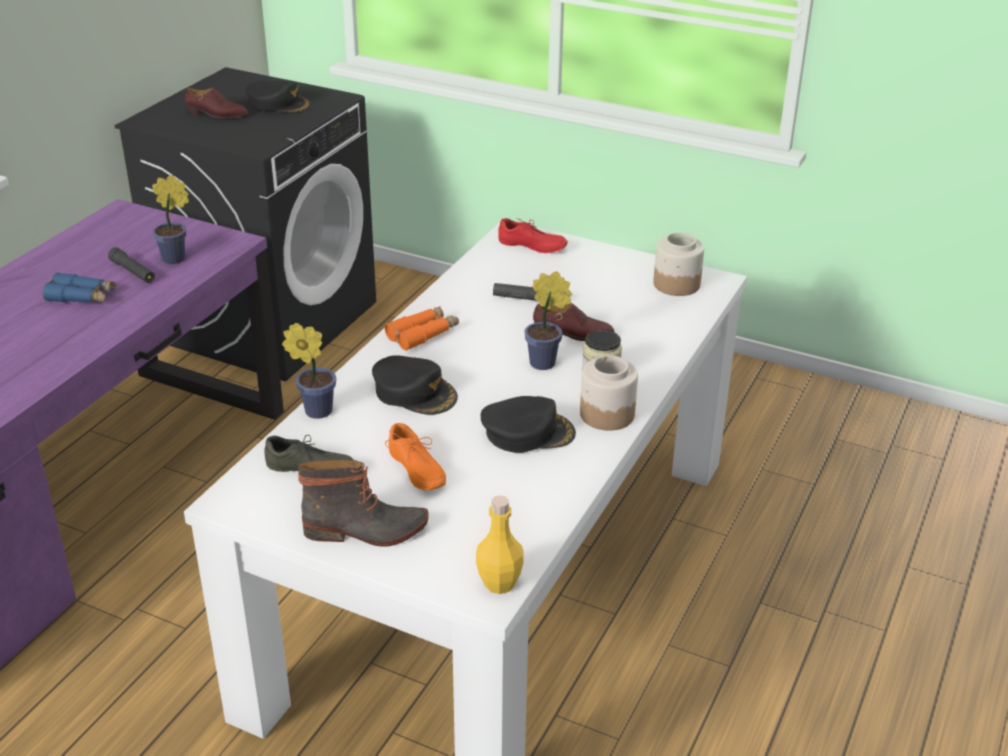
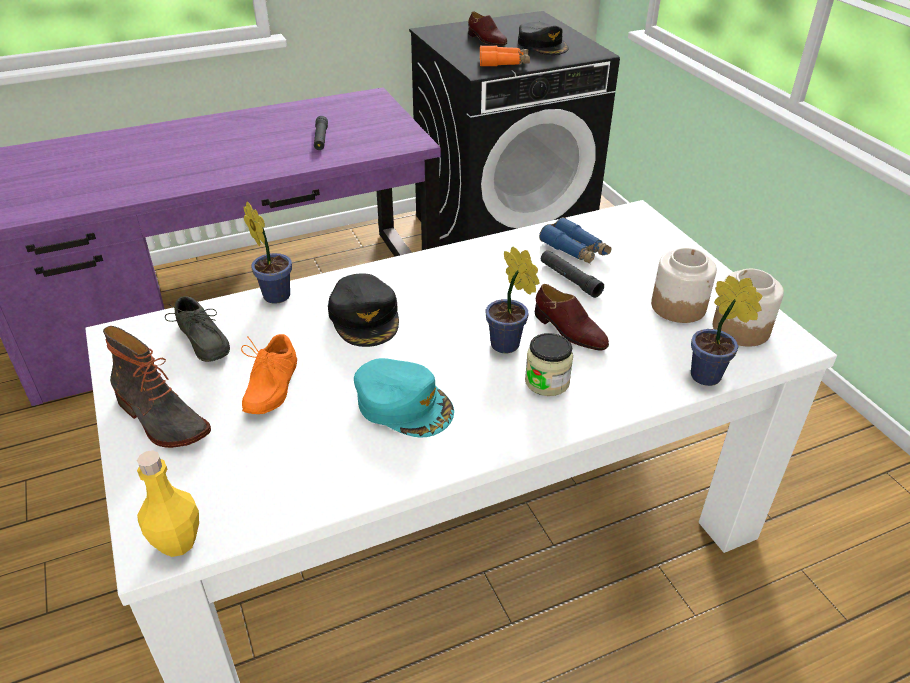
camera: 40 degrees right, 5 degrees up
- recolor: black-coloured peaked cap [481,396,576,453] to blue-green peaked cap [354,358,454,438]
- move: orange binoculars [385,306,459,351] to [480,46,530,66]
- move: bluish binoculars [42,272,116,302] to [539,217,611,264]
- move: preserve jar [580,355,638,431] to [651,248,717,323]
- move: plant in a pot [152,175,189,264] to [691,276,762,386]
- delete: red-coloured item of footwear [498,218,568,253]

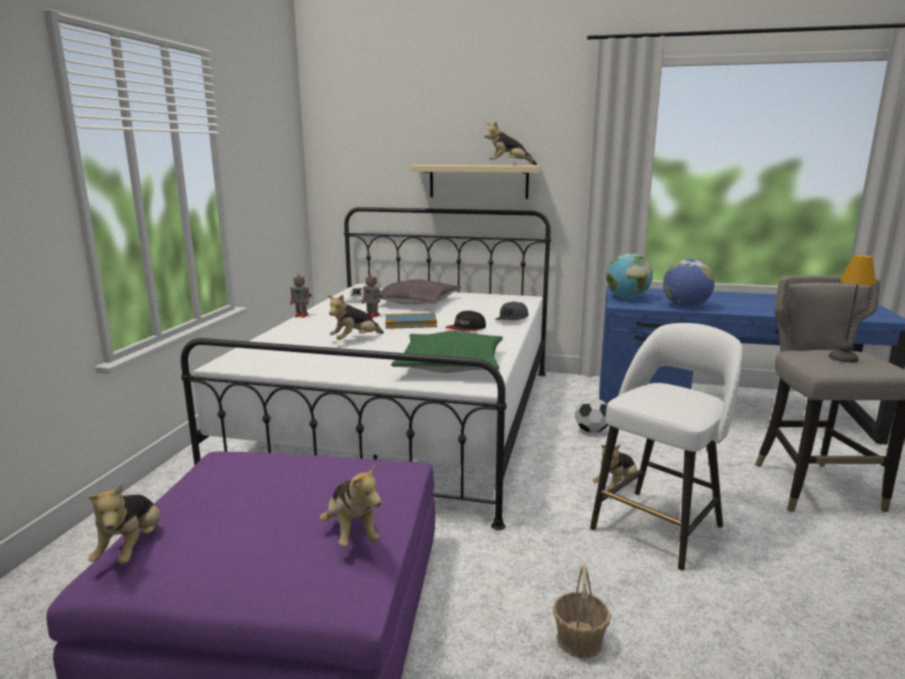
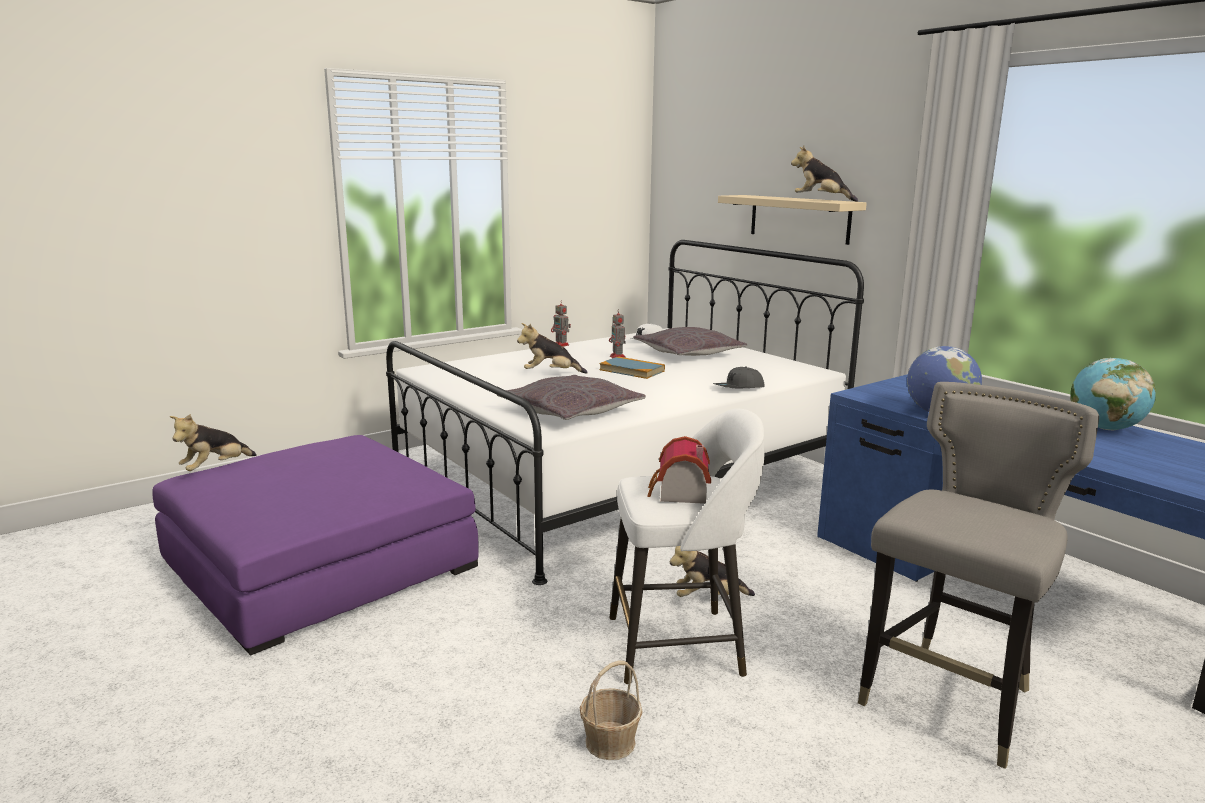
camera: 40 degrees right, 0 degrees up
- recolor: green-coloured pillow [391,331,503,373] to grey pillow [497,375,646,420]
- move: storage basket [553,565,611,658] to [580,661,642,760]
- insert: miniature house [647,436,711,504]
- move: desk globe [606,253,653,299] to [1070,358,1156,430]
- delete: soft toy [320,464,381,547]
- delete: peaked cap [446,311,486,332]
- delete: football [575,398,608,433]
- delete: table lamp [829,255,877,363]

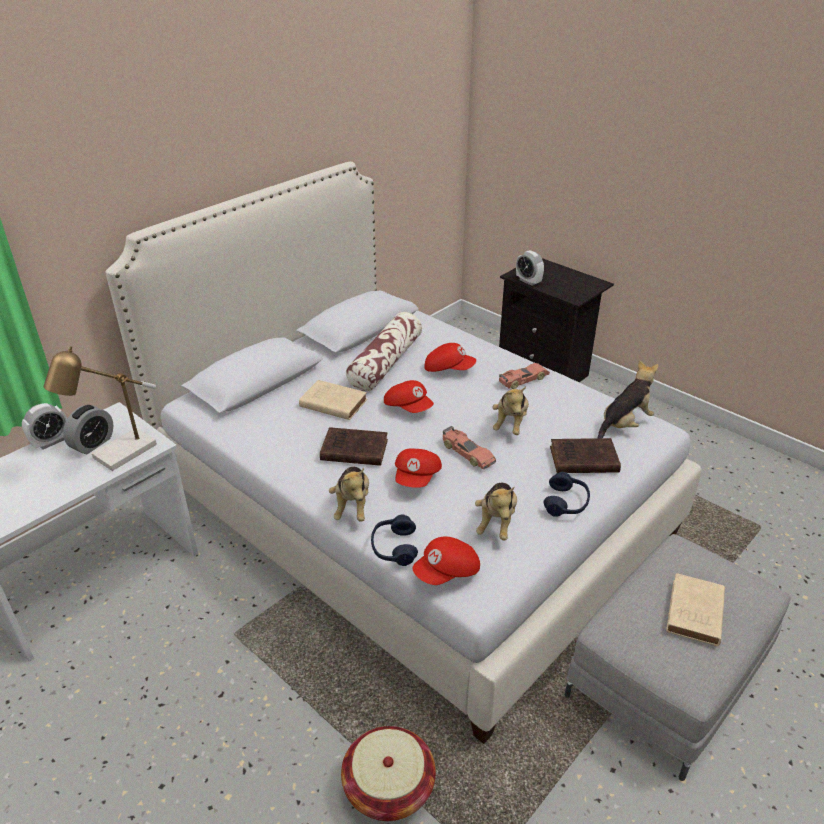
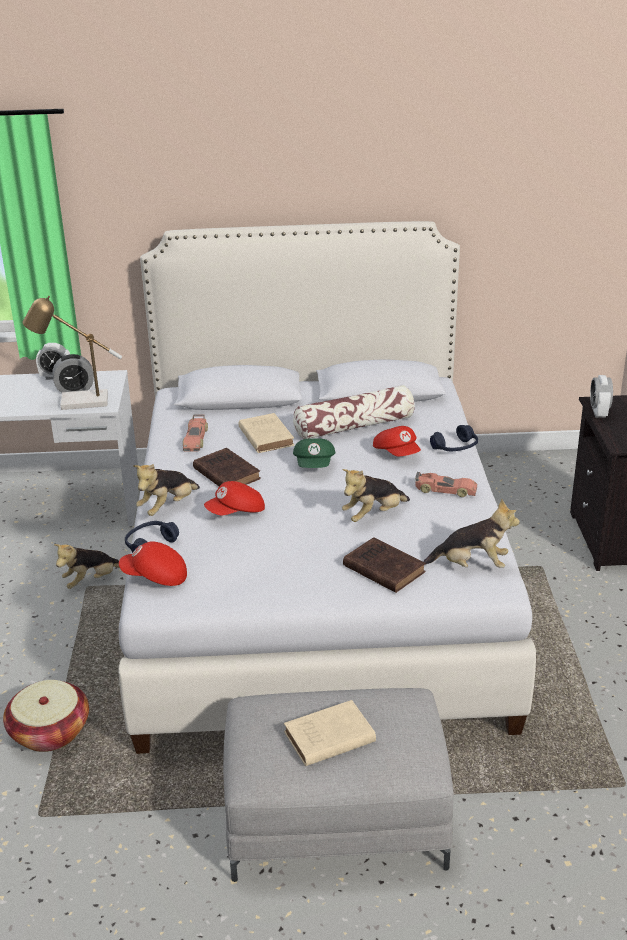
camera: 45 degrees right, 5 degrees down
- move: soft toy [475,483,517,540] to [54,544,120,589]
- move: miniature car [443,426,496,470] to [183,414,208,452]
- recolor: red-coloured peaked cap [384,380,434,413] to green-coloured peaked cap [293,438,335,468]
- move: bluish pair of headphones [544,472,590,517] to [430,425,478,451]

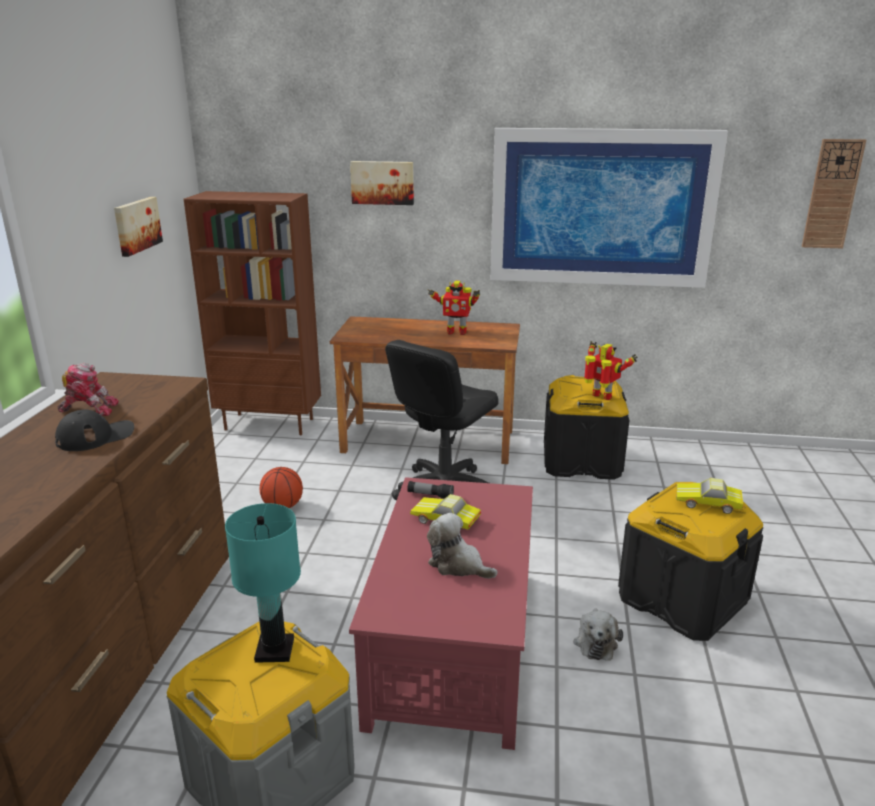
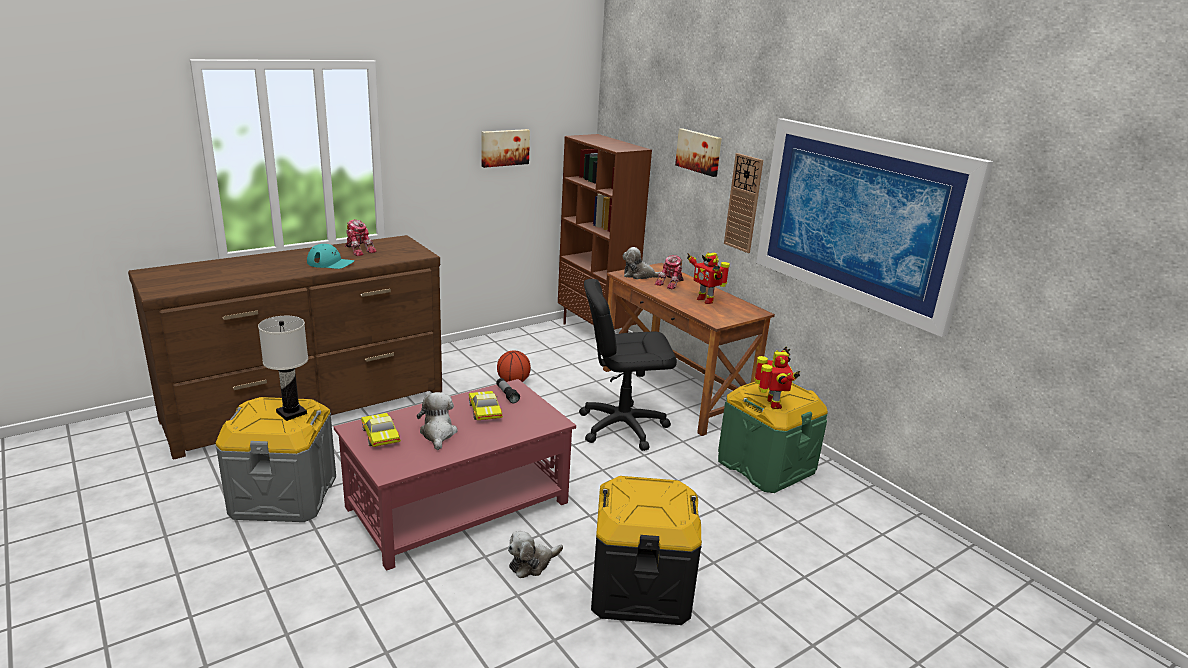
camera: 45 degrees right, 0 degrees up
- recolor: blue-green table lamp [225,503,301,663] to white-coloured table lamp [258,316,308,421]
- recolor: black-coloured peaked cap [55,409,134,451] to blue-green peaked cap [307,244,354,269]
- move: miniature car [676,478,743,514] to [361,413,401,447]
- insert: soft toy [623,247,660,279]
- insert: model robot [655,255,684,289]
- recolor: black-coloured storage box [544,375,629,480] to green-coloured storage box [718,382,828,493]
- move: wall clock [802,139,866,248] to [724,153,763,253]

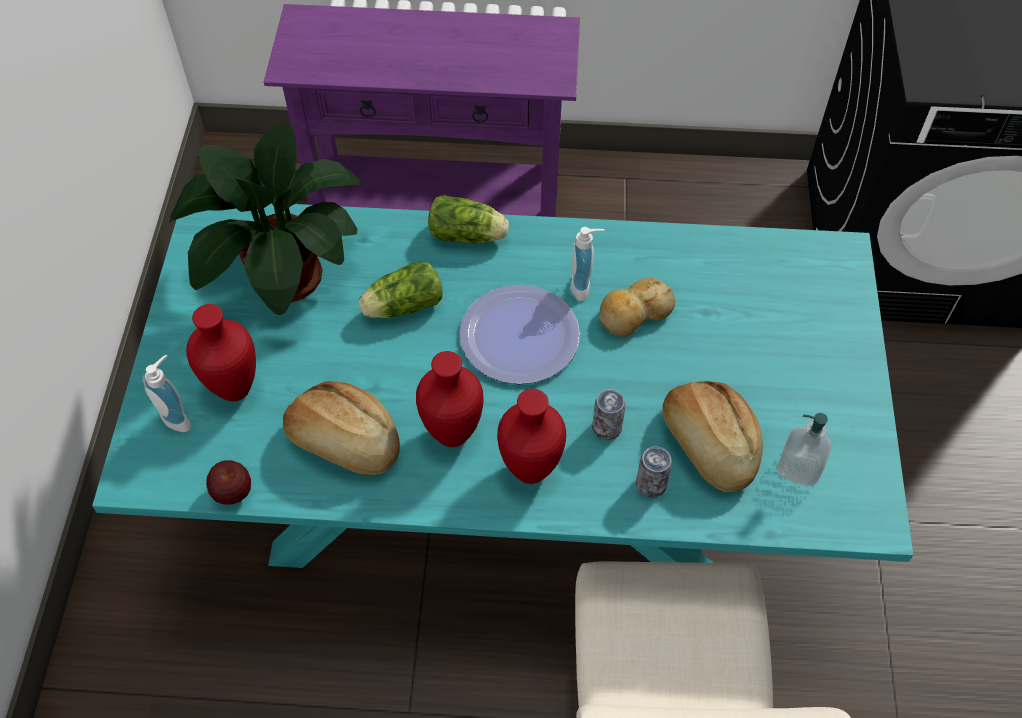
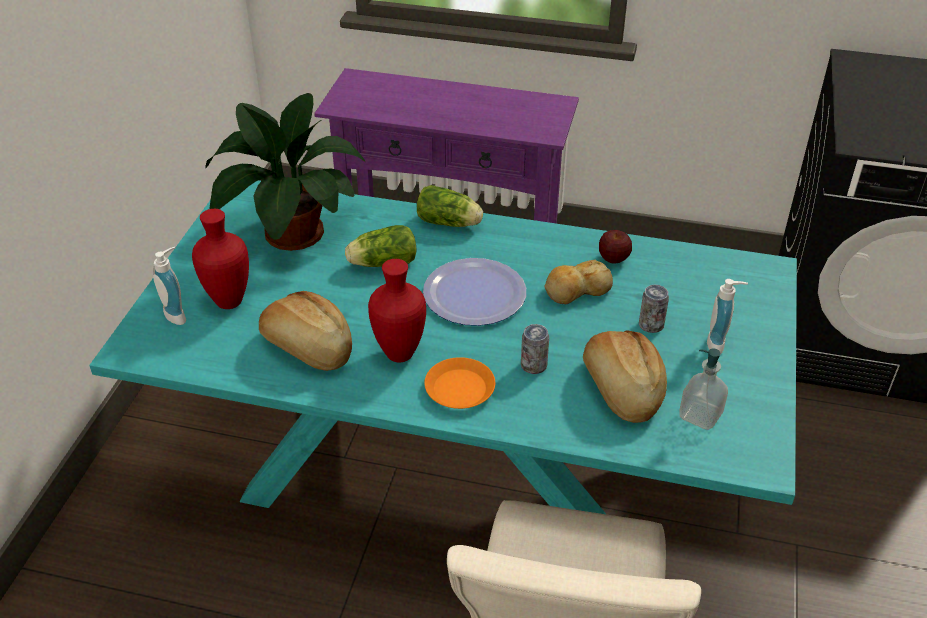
camera: 10 degrees right, 15 degrees down
- replace: red-coloured flower vase [497,389,566,484] to orange dinner plate [424,357,495,409]
- move: apple [206,460,251,505] to [599,230,632,264]
- move: can [636,447,672,498] to [639,285,669,333]
- move: soap bottle [571,227,605,301] to [707,279,748,354]

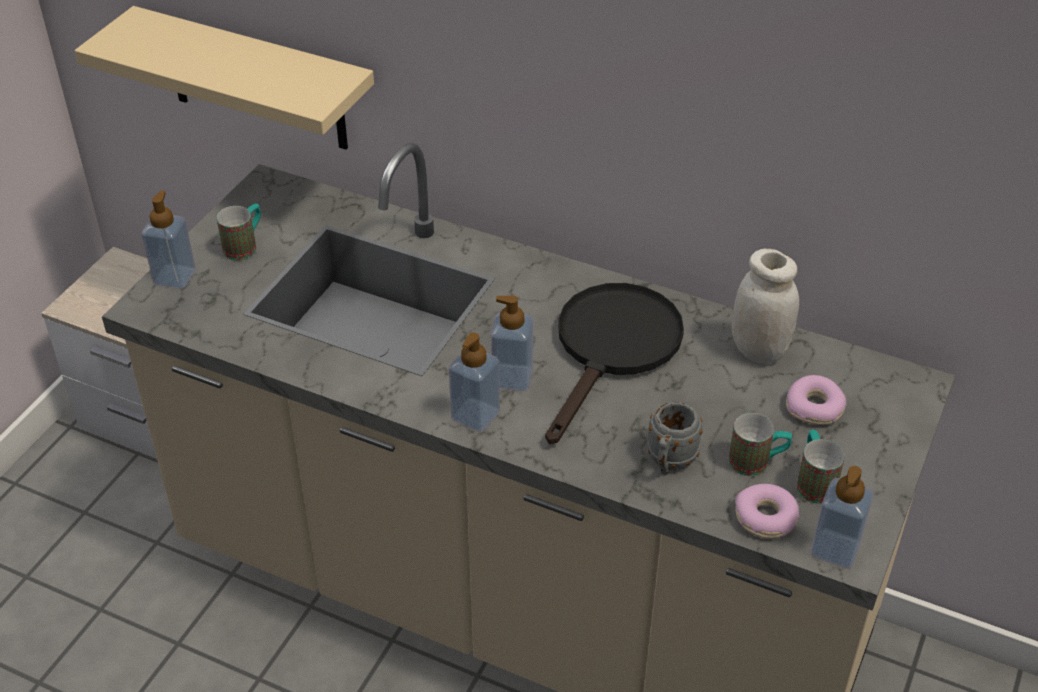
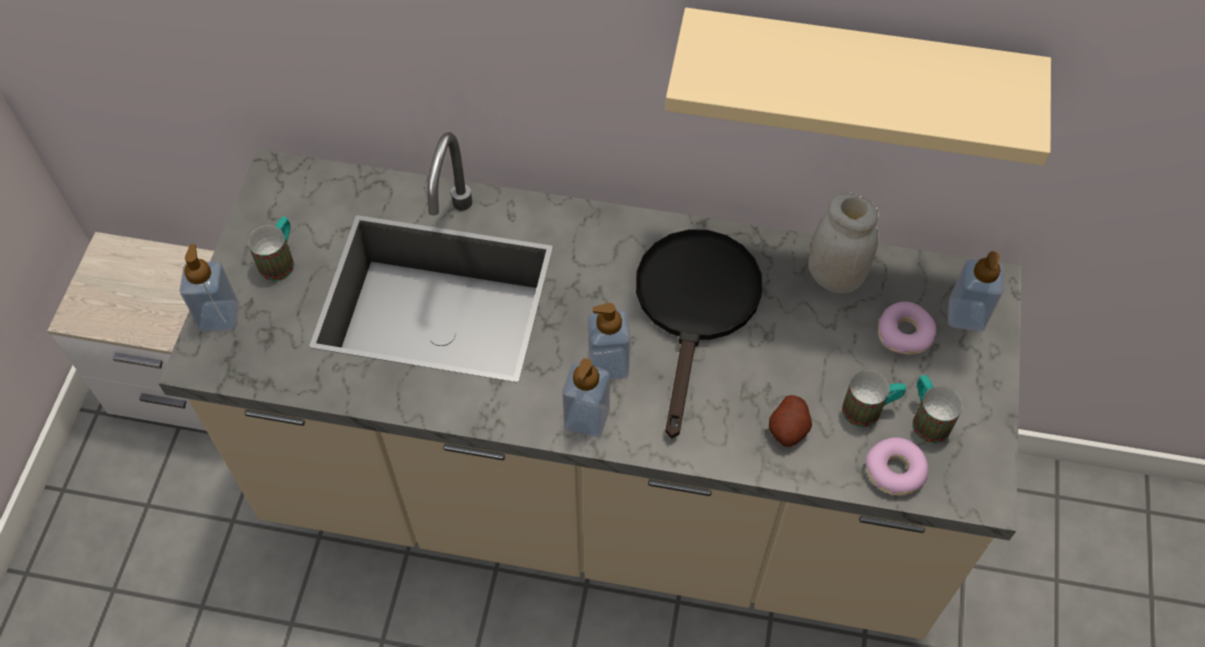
camera: 15 degrees left, 15 degrees up
- move: beige bracket shelf [75,6,374,150] to [665,8,1051,165]
- replace: grey coffee mug [648,402,703,475] to whole potato [769,395,812,447]
- move: soap bottle [811,466,874,569] to [948,251,1004,332]

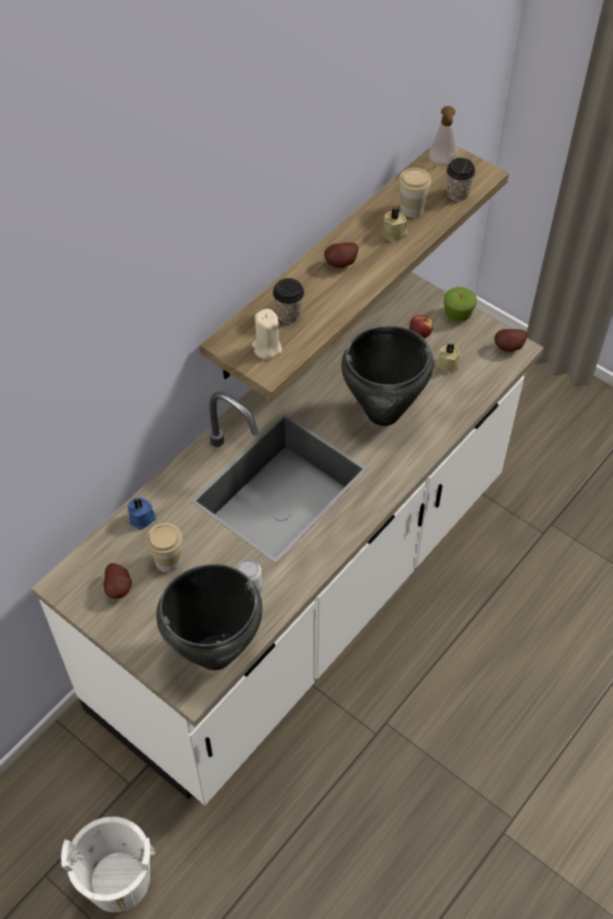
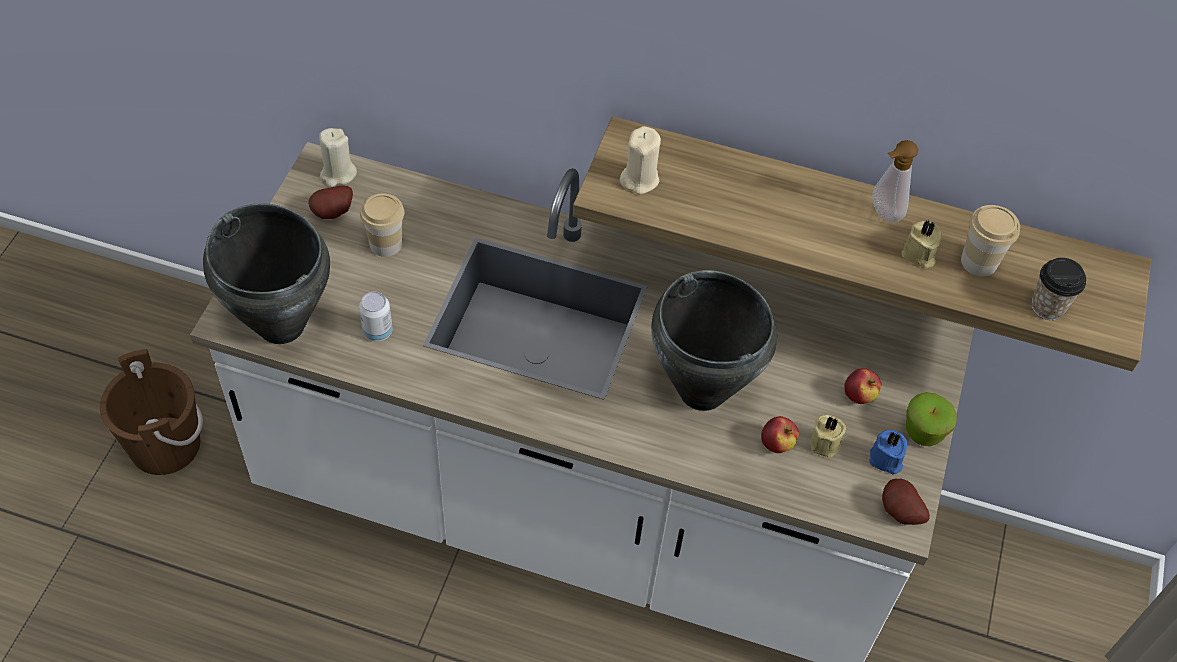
camera: 65 degrees right, 0 degrees up
- recolor: white-coloured water bucket [61,817,155,912] to brown-coloured water bucket [100,349,203,475]
- insert: beige wax candle [319,128,357,187]
- insert: apple [761,416,799,453]
- move: bluish wax candle [128,497,156,530] to [869,430,907,475]
- move: soap bottle [429,106,458,164] to [872,140,919,222]
- delete: small cup [273,278,304,323]
- delete: whole potato [324,242,358,268]

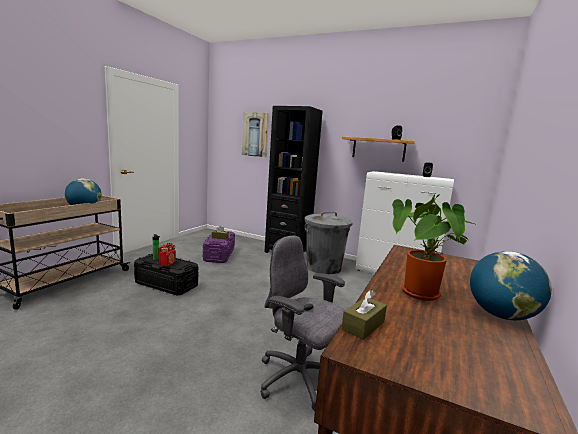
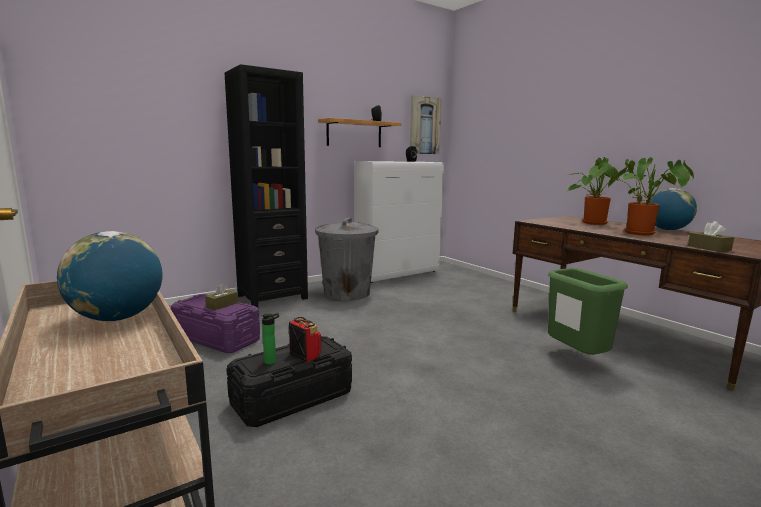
camera: 60 degrees left, 0 degrees up
- move: wall art [242,112,269,157] to [410,95,441,154]
- replace: grey office chair [261,236,345,412] to green-coloured waste bin [548,268,628,355]
- insert: plant in a pot [568,157,635,225]

